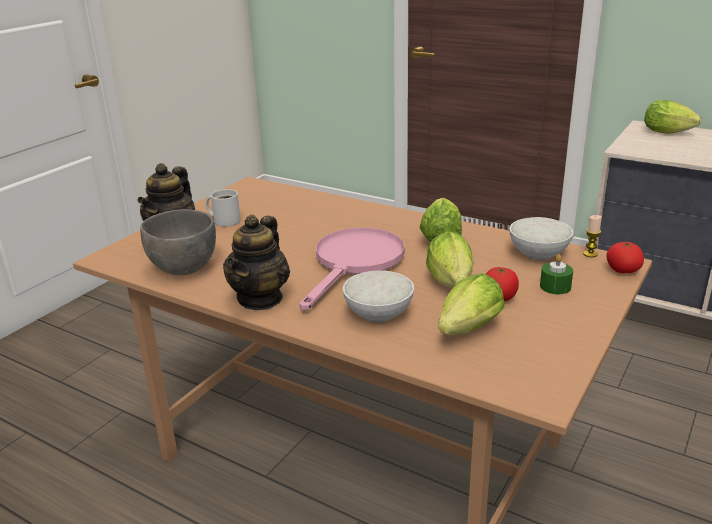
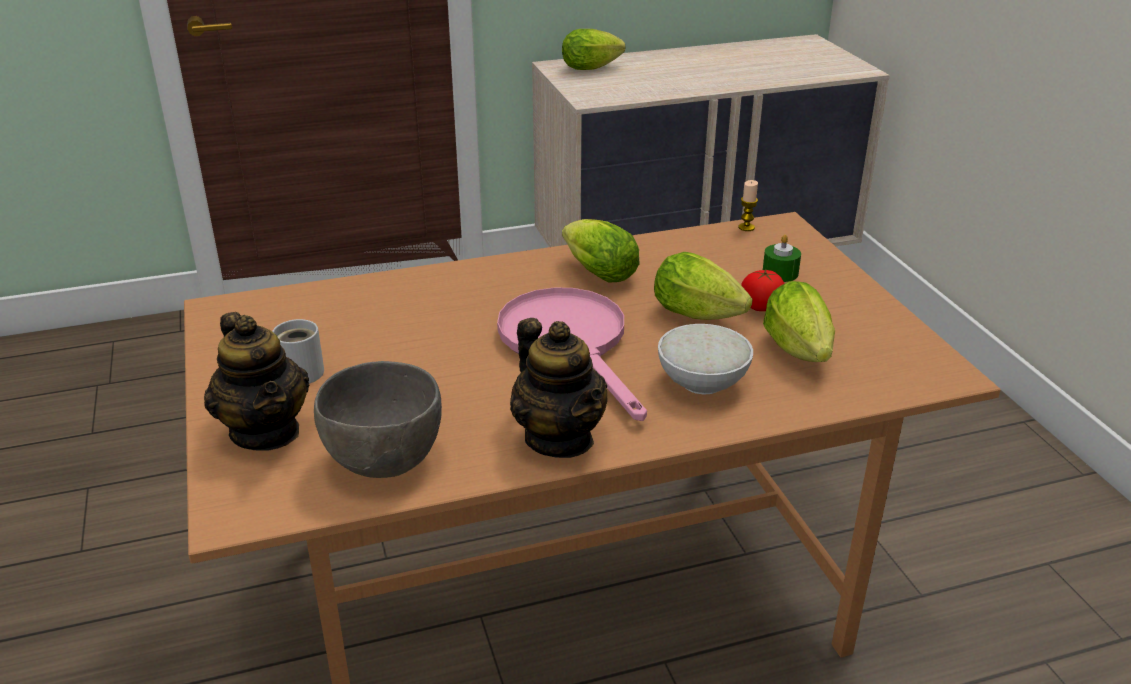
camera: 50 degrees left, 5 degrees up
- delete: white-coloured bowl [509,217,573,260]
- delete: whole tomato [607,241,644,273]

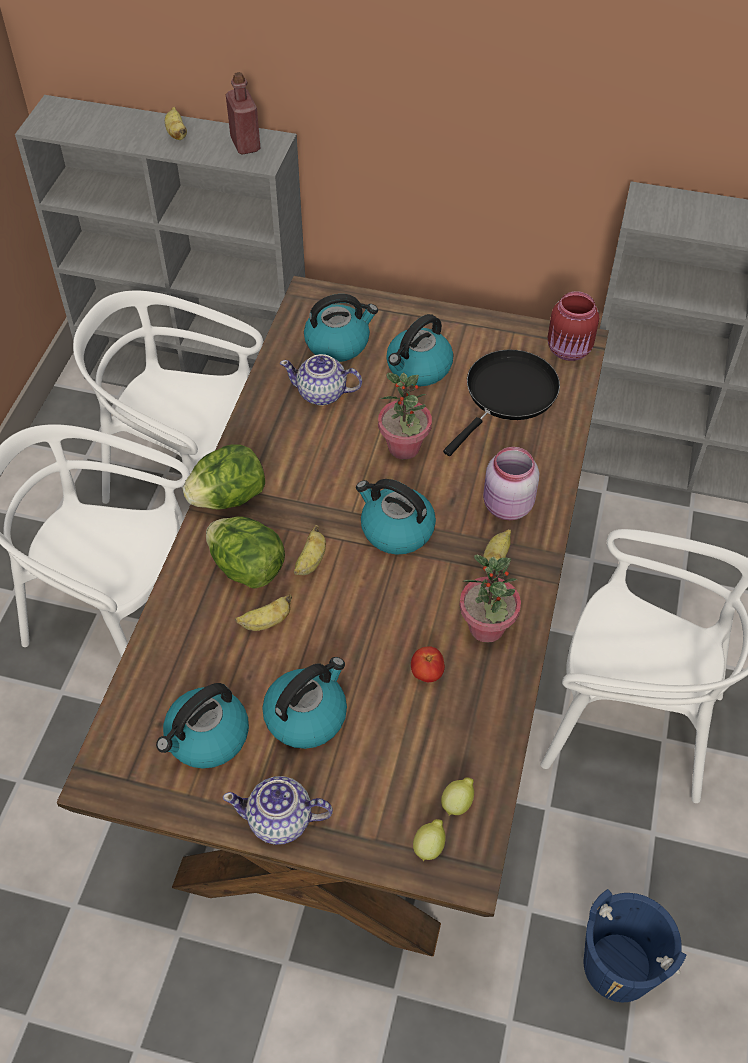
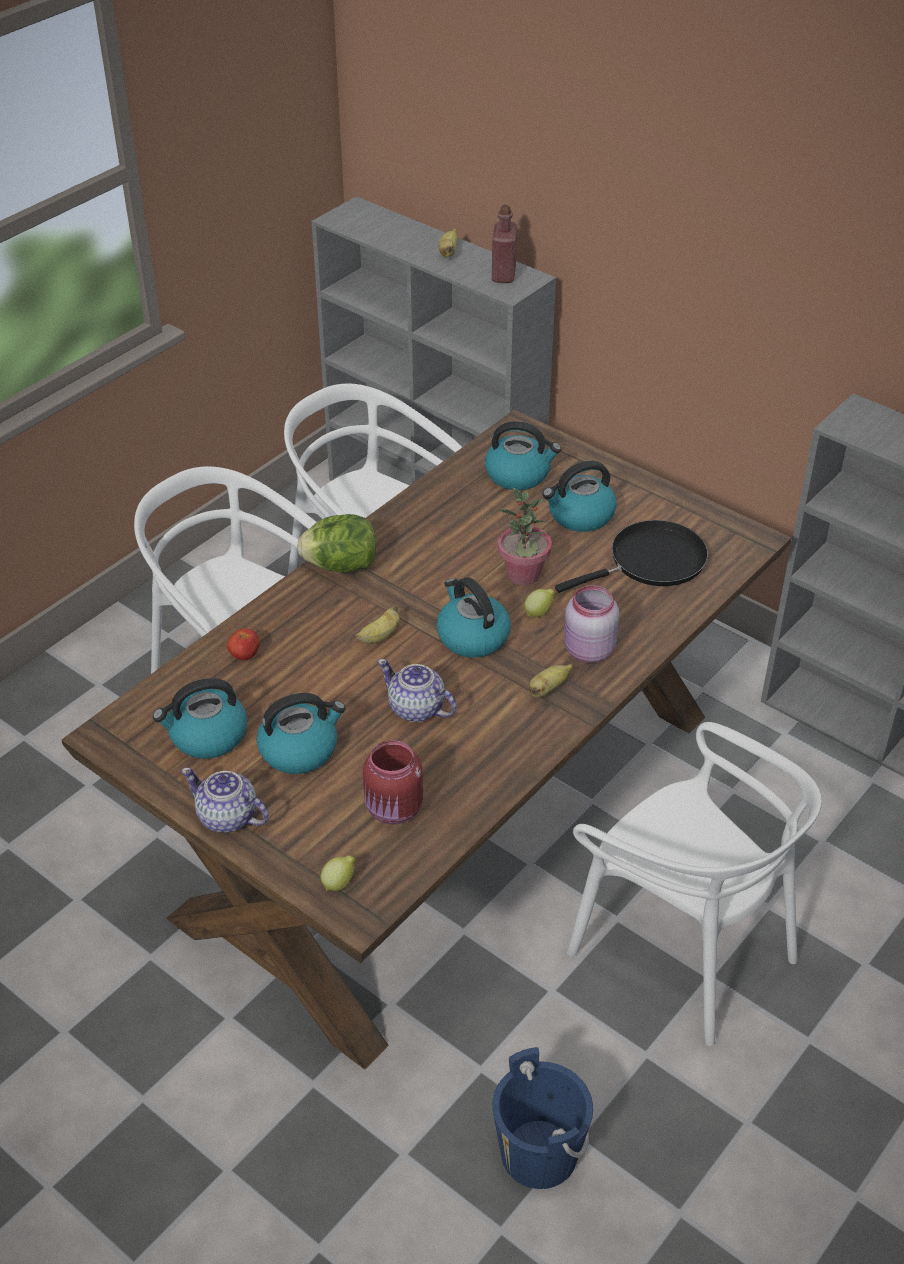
camera: 25 degrees right, 10 degrees down
- move: whole tomato [411,646,445,682] to [227,628,260,660]
- move: red-coloured preserve jar [548,291,599,361] to [363,740,423,824]
- move: tea pot [280,354,362,405] to [377,659,456,722]
- move: lemon [441,777,474,816] to [524,589,555,617]
- delete: lettuce [206,516,285,589]
- delete: banana [235,595,292,631]
- delete: plant in a pot [459,554,521,643]

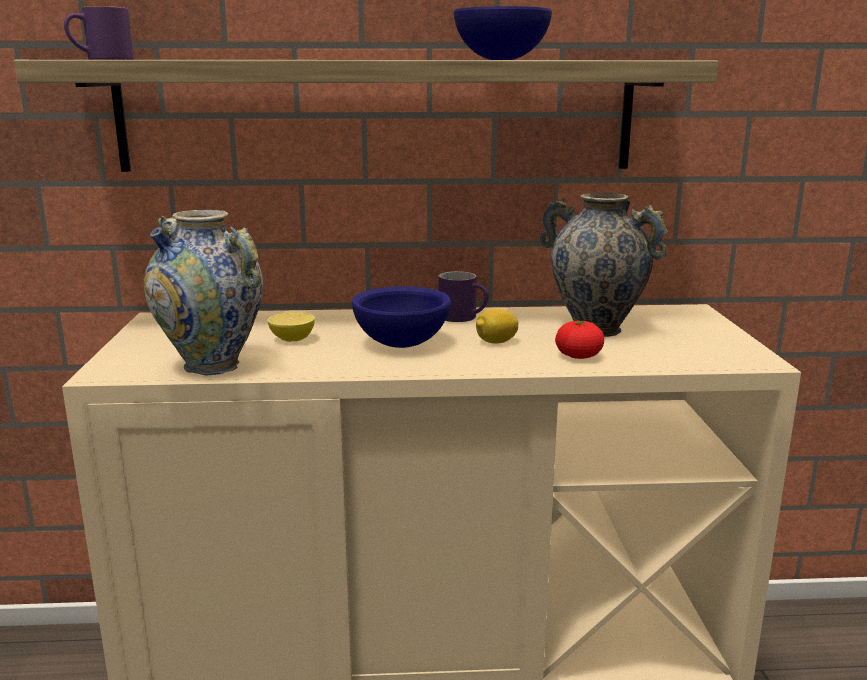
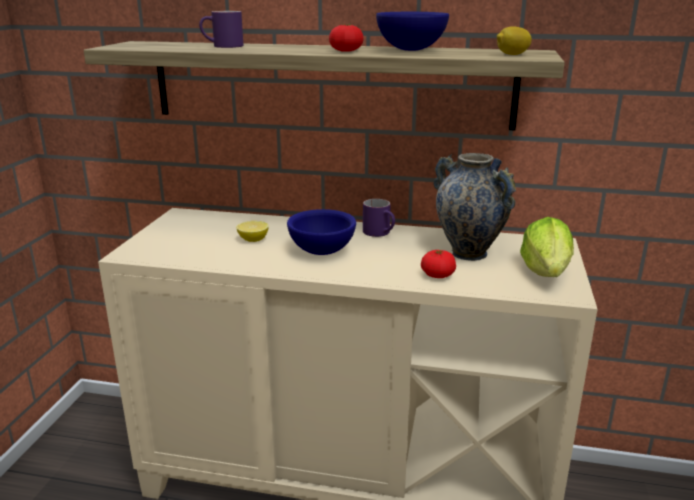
camera: 15 degrees right, 5 degrees up
- move: purple coffee mug [64,6,134,60] to [199,11,243,48]
- insert: whole tomato [329,24,364,52]
- move: lemon [476,309,519,344] to [497,26,532,55]
- insert: lettuce [520,217,574,277]
- delete: flower vase [144,210,263,375]

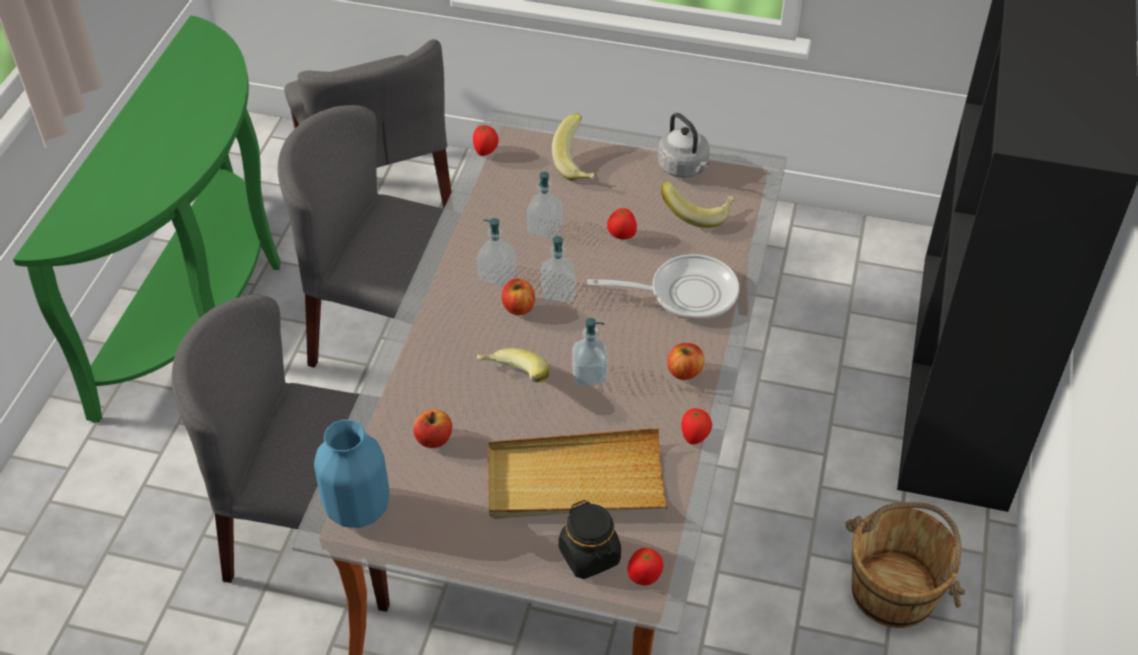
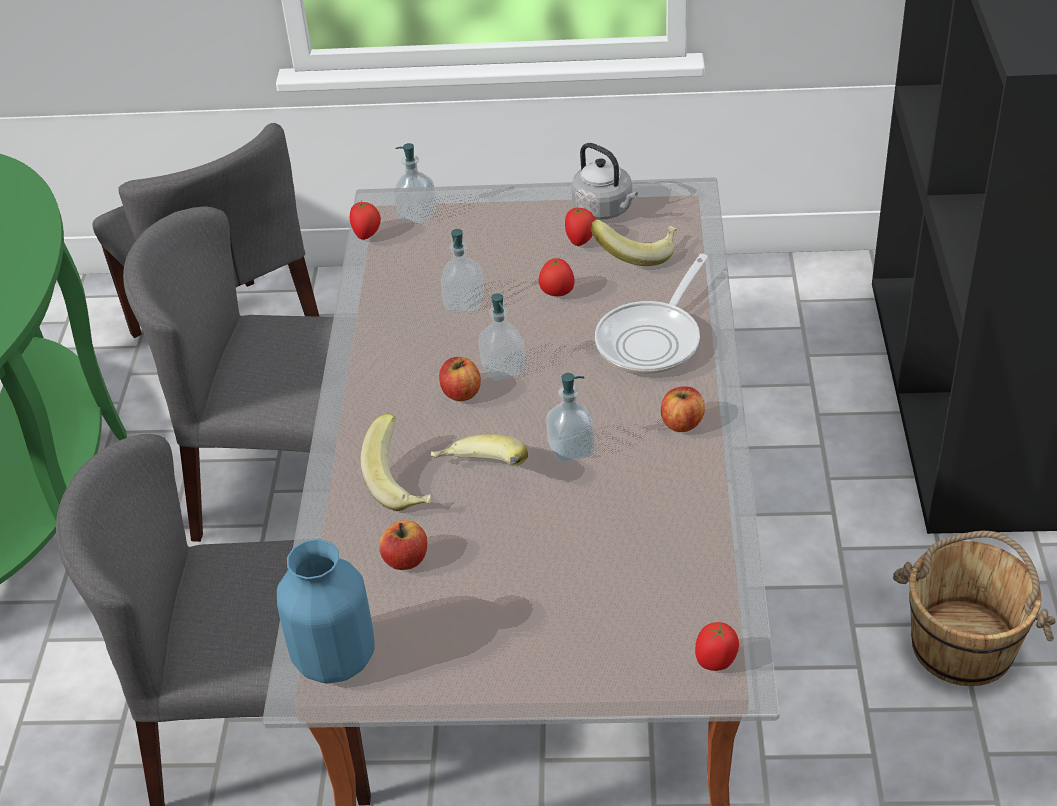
camera: 10 degrees left, 5 degrees down
- move: banana [552,113,594,180] to [361,413,431,511]
- move: soap bottle [477,218,516,287] to [394,143,436,224]
- move: whole tomato [681,408,712,444] to [565,207,595,246]
- rotate: frying pan [587,254,739,320] = [595,254,708,374] 135 degrees clockwise
- delete: beige carrying tray [488,428,668,519]
- delete: black-coloured preserve jar [559,500,621,579]

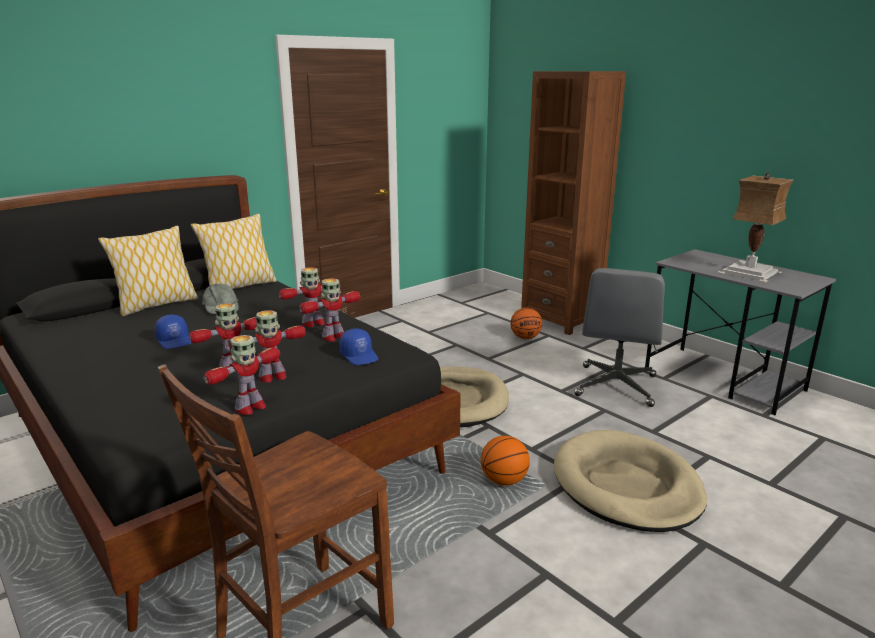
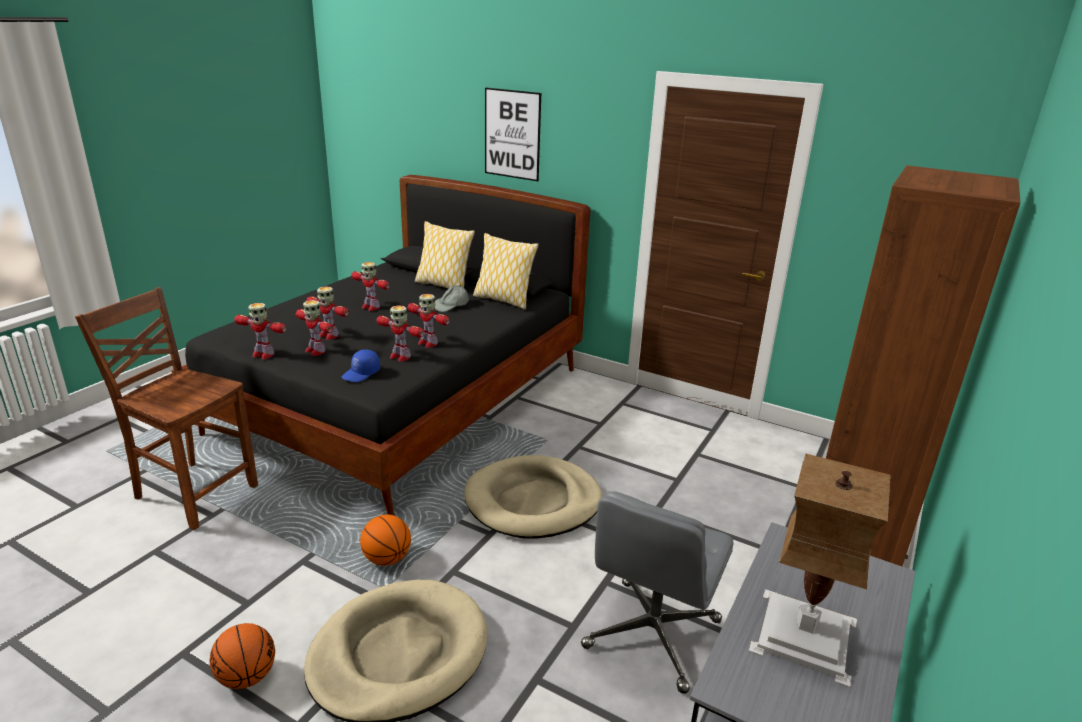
camera: 70 degrees right, 5 degrees up
- move: basketball [510,308,542,339] to [210,623,275,689]
- replace: bluish peaked cap [155,315,191,349] to model robot [351,262,390,311]
- insert: wall art [485,88,541,181]
- rotate: grey office chair [574,268,665,407] = [581,491,734,694] 60 degrees counterclockwise

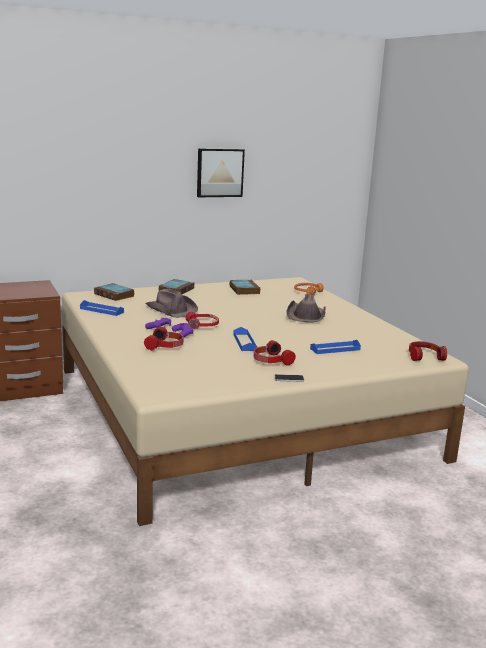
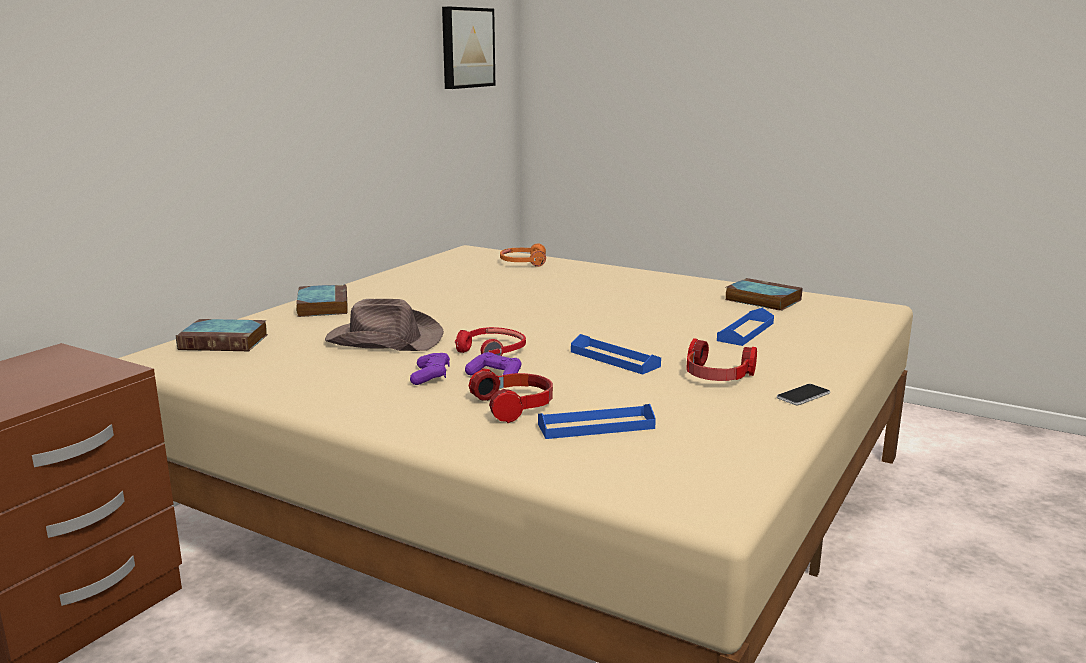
camera: 35 degrees left, 0 degrees up
- move: wall art [197,148,245,197] to [442,7,495,89]
- move: bluish carrying tray [80,300,124,316] to [538,404,656,439]
- move: volume [229,280,260,295] to [725,278,802,311]
- delete: brown-coloured wearable hat [287,294,326,323]
- delete: pair of headphones [409,341,447,361]

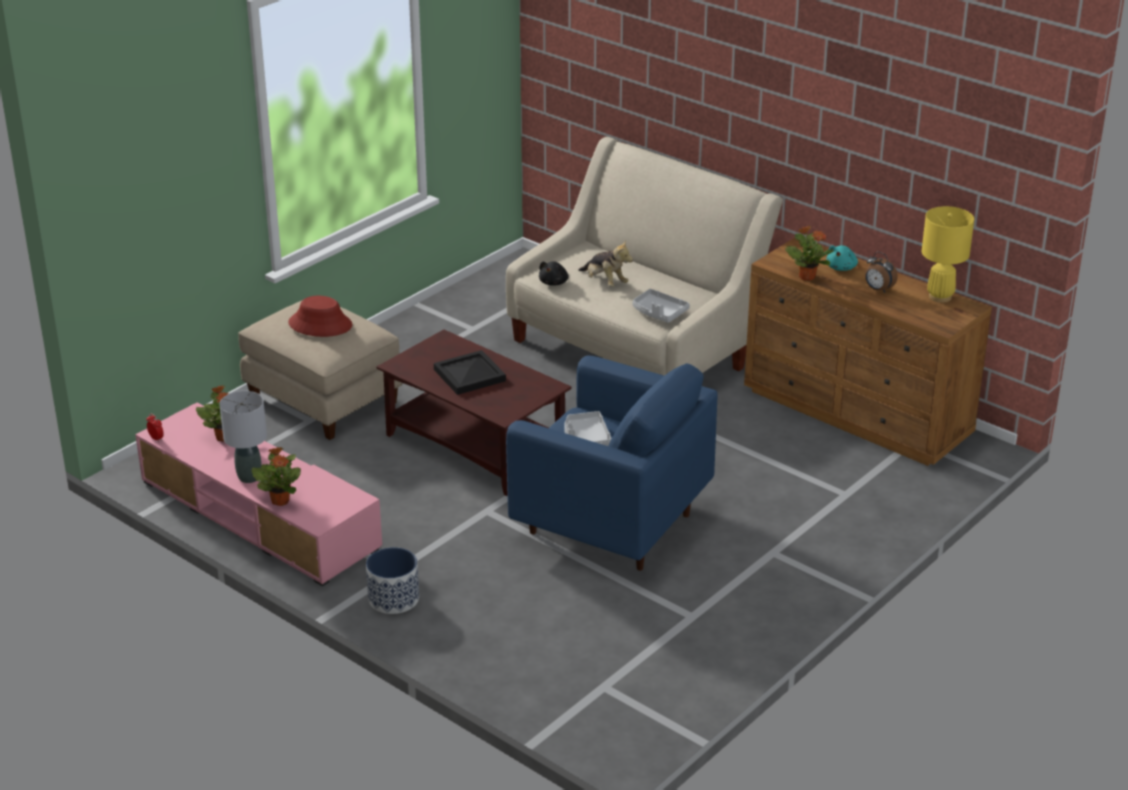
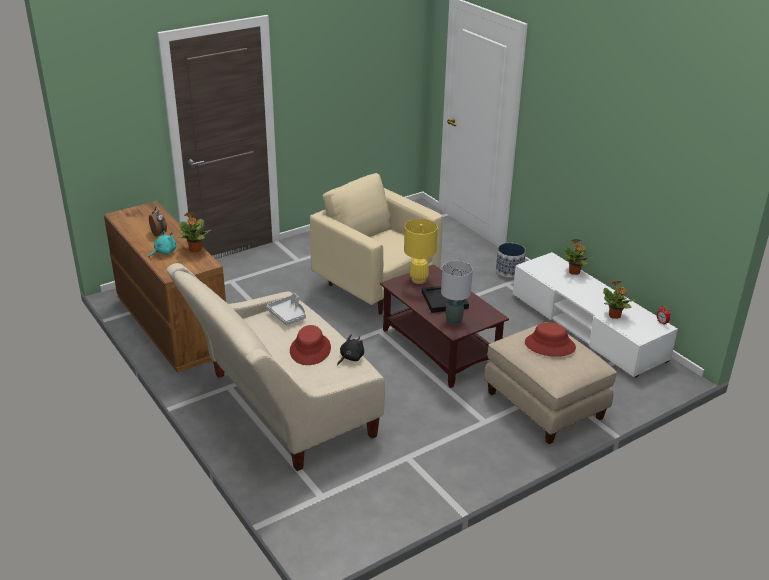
camera: 165 degrees left, 0 degrees up
- replace: soft toy [578,240,633,287] to red-coloured wearable hat [290,325,331,365]
- recolor: bluish lounge chair [506,355,718,571] to beige lounge chair [310,173,443,314]
- move: yellow table lamp [922,206,974,303] to [404,219,438,284]
- move: grey table lamp [219,391,267,483] to [441,261,473,325]
- recolor: pinkish tv unit [135,403,382,586] to white-coloured tv unit [513,252,678,378]
- delete: grey carrying tray [564,411,611,446]

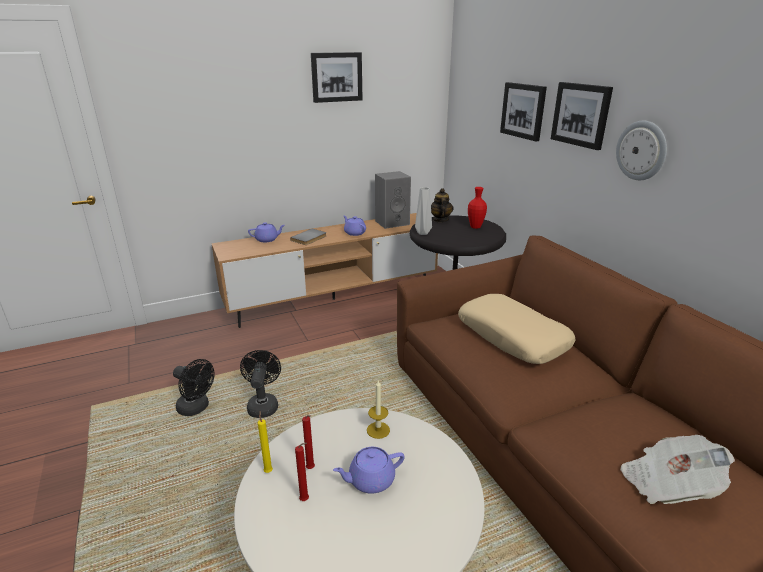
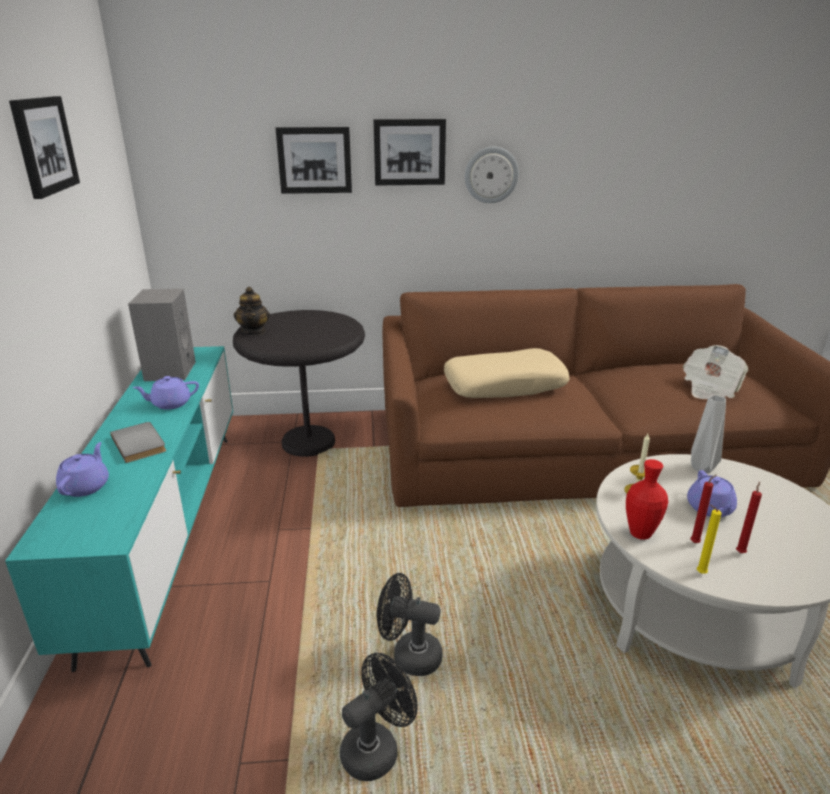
camera: 70 degrees left, 0 degrees up
- recolor: brown-coloured tv unit [211,213,438,328] to blue-green tv unit [5,346,233,672]
- rotate: tea pot [431,188,454,222] = [234,287,270,335] 120 degrees counterclockwise
- move: red-coloured flower vase [468,187,487,229] to [626,459,668,540]
- move: grey flower vase [415,187,432,235] to [691,395,726,473]

